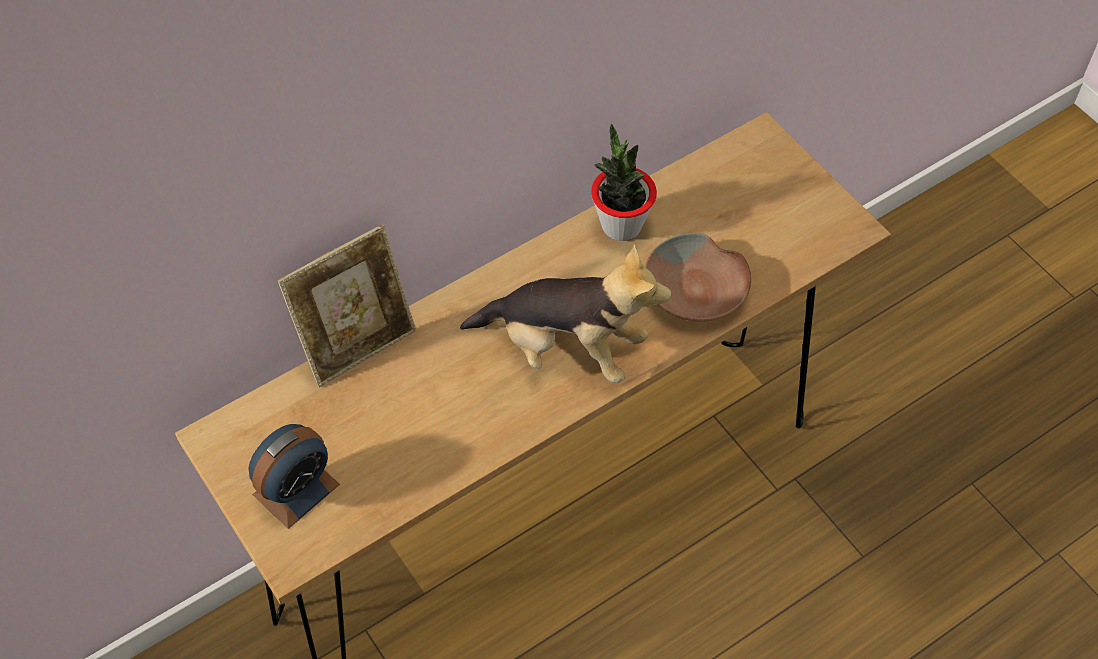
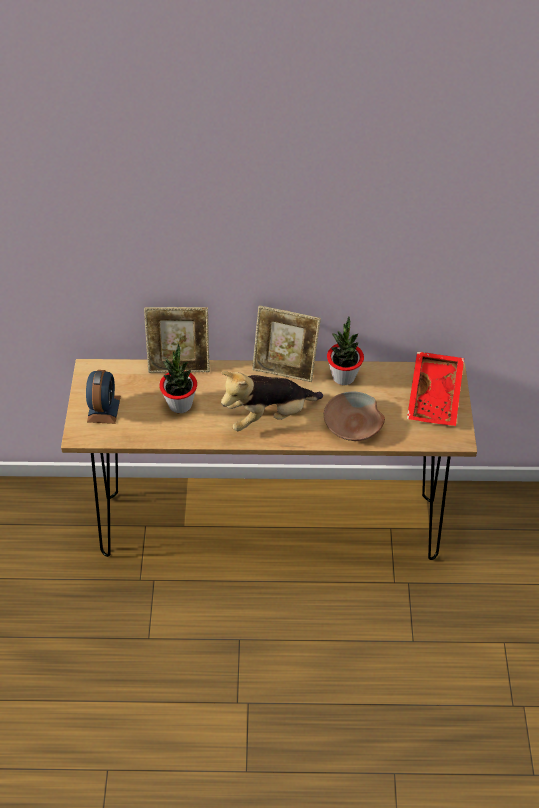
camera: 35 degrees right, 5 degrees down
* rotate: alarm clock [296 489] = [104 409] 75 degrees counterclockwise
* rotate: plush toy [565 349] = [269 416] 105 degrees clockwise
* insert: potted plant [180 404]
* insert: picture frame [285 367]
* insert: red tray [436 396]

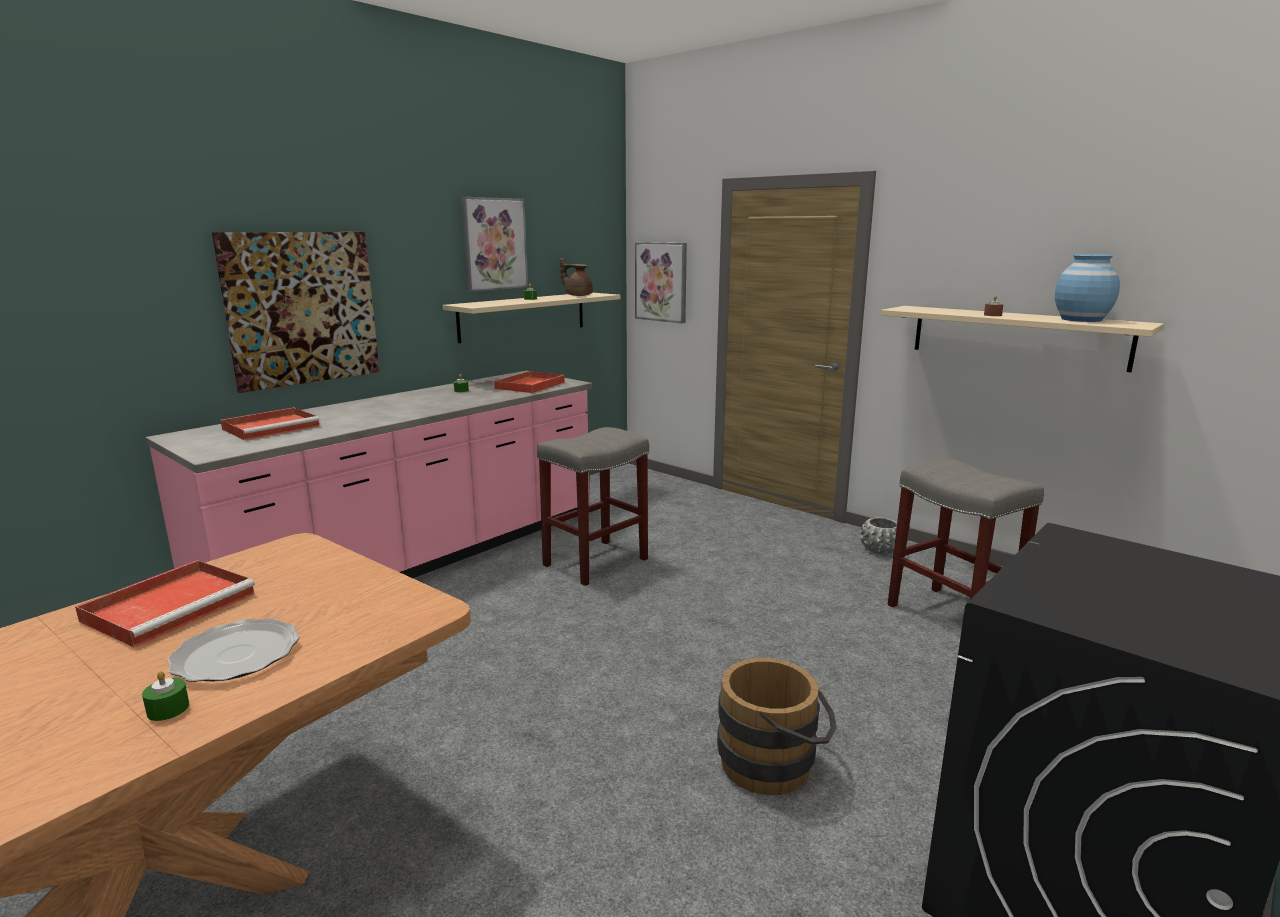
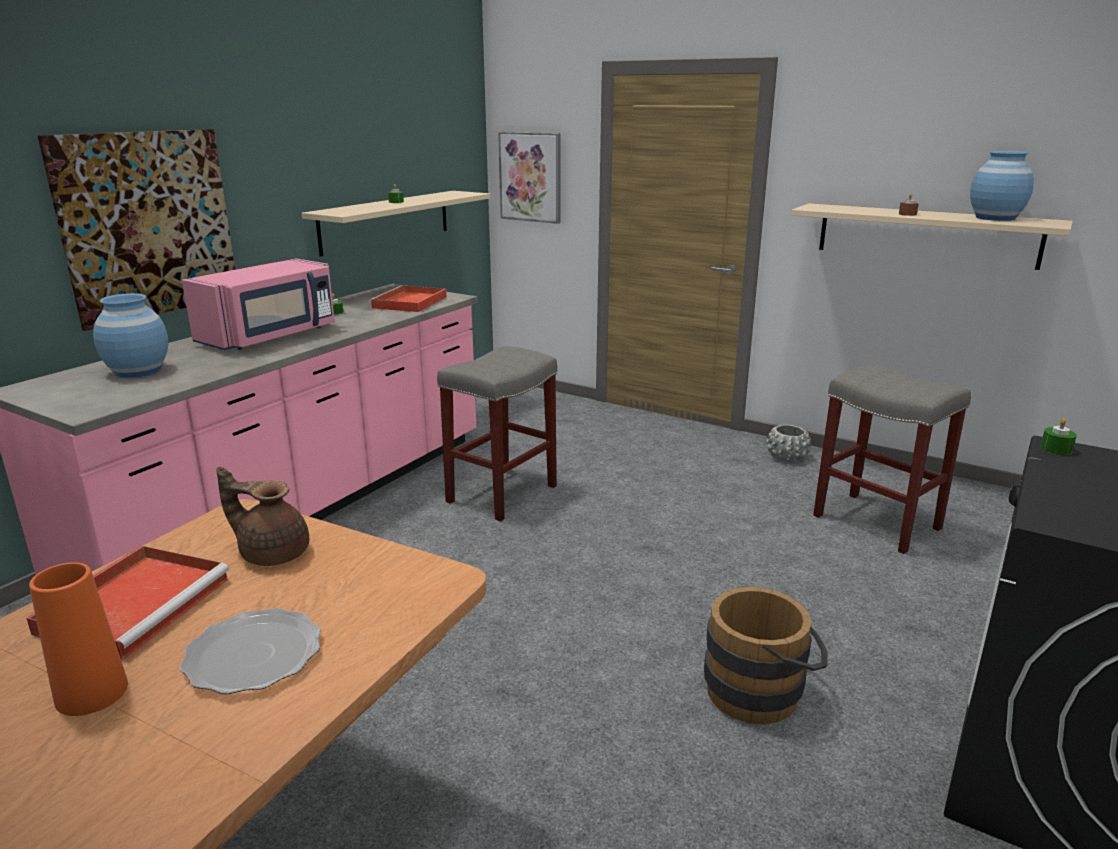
camera: 10 degrees left, 5 degrees up
* move: green candle [168 709] to [1056 449]
* replace: red tray [273 427] to blue vase [138 371]
* delete: picture [494 244]
* move: brown teapot [578 295] to [272 553]
* insert: orange vase [92 693]
* insert: pink microwave [271 336]

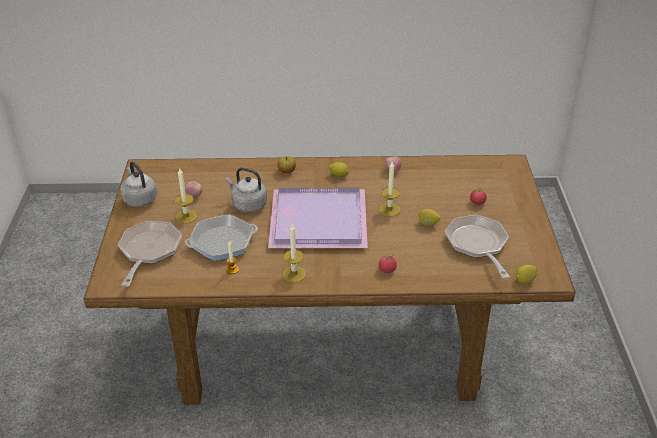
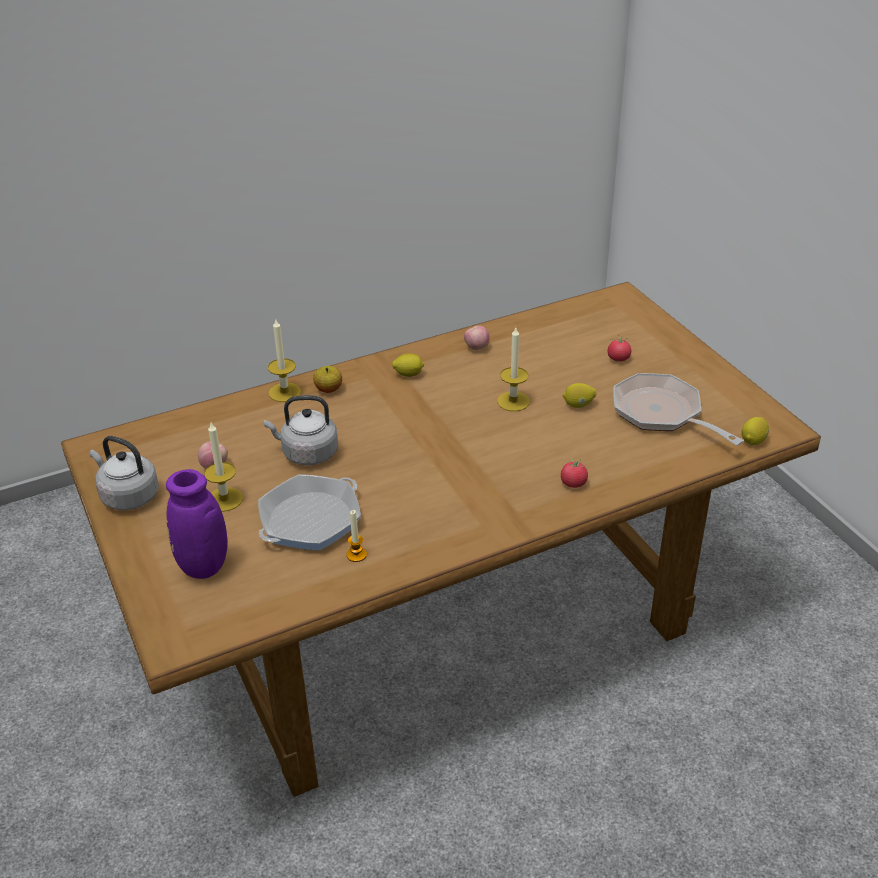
camera: 25 degrees left, 0 degrees up
* replace: frying pan [149 251] to purple vase [204 570]
* delete: purple tray [316 219]
* move: candle [294 274] to [284 392]

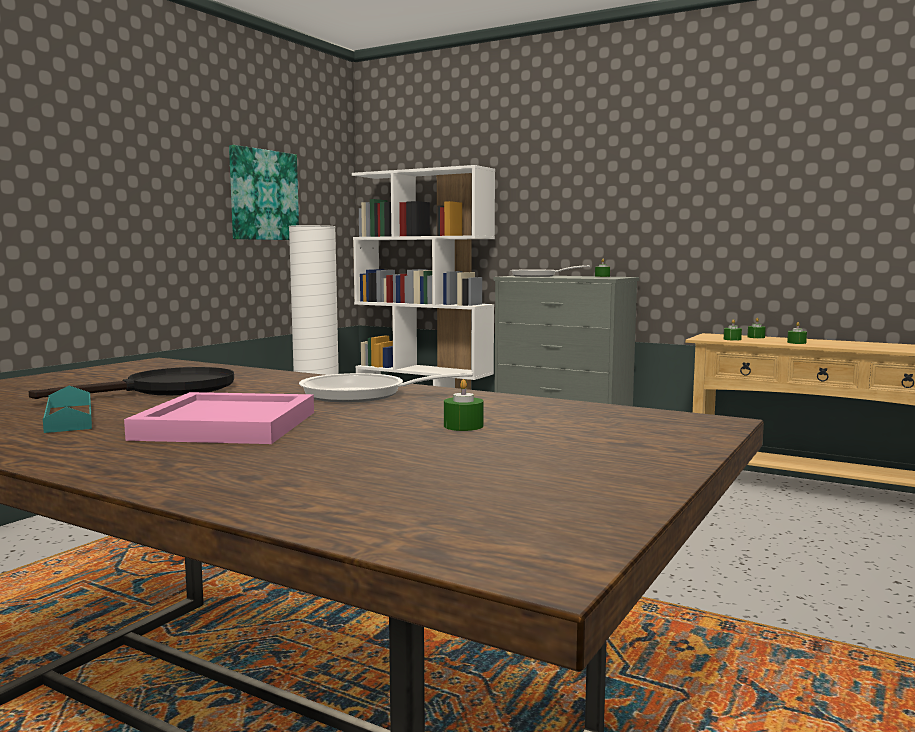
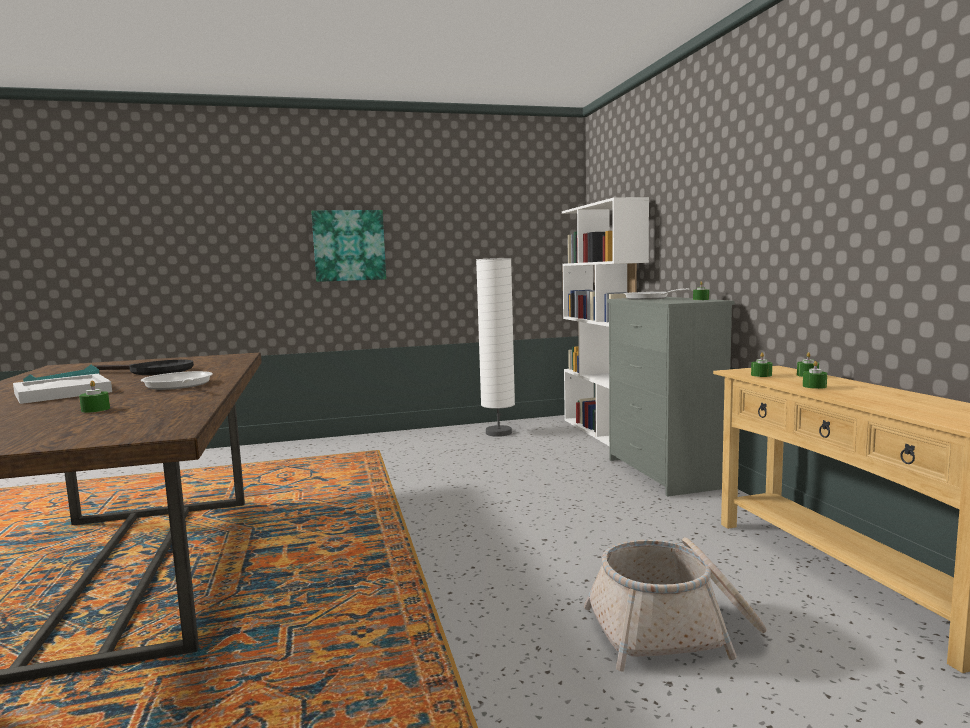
camera: 45 degrees right, 0 degrees up
* recolor: pink tray [230 425] to white tray [64 392]
* move: picture [263 195] to [349 245]
* insert: basket [674 630]

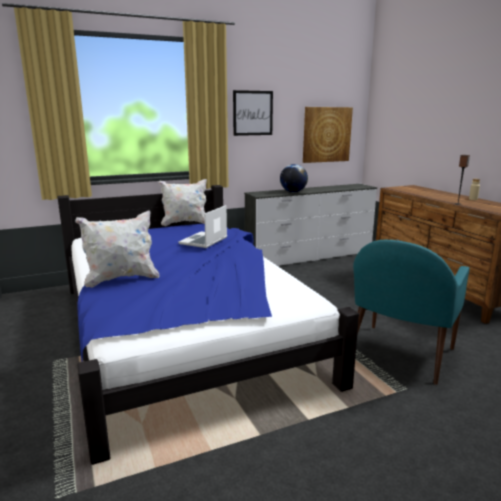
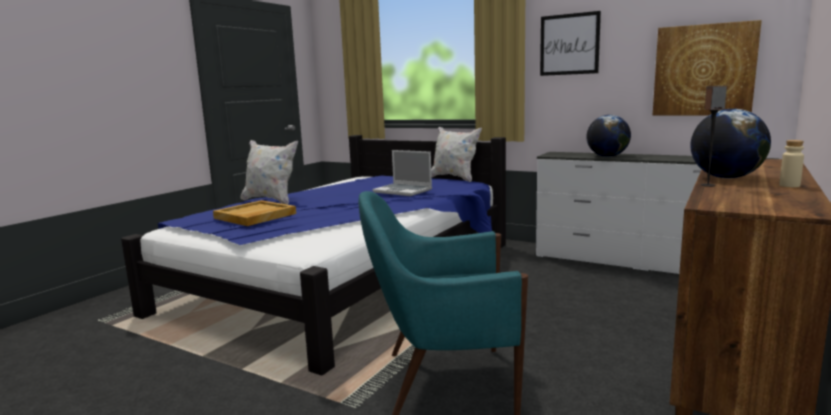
camera: 55 degrees right, 5 degrees down
* rotate: laptop [204 241] = [403 191] 135 degrees counterclockwise
* insert: beige tray [255 216]
* insert: globe [725 177]

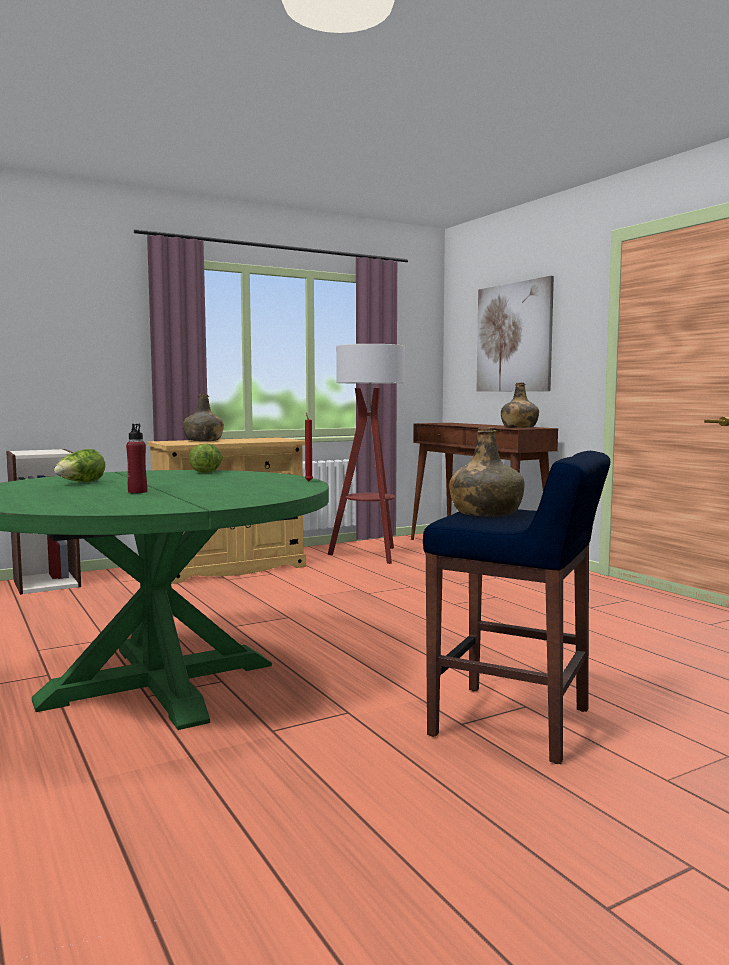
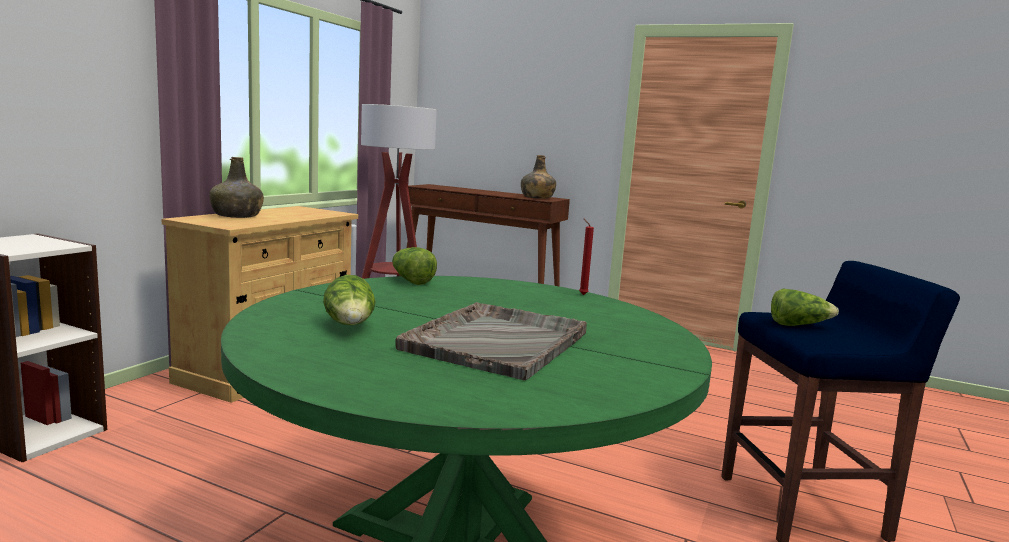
camera: 35 degrees left, 5 degrees up
* replace: red bottle [137 492] to grey tray [498 341]
* replace: green bottle [486 513] to lettuce [798 325]
* delete: picture [513 337]

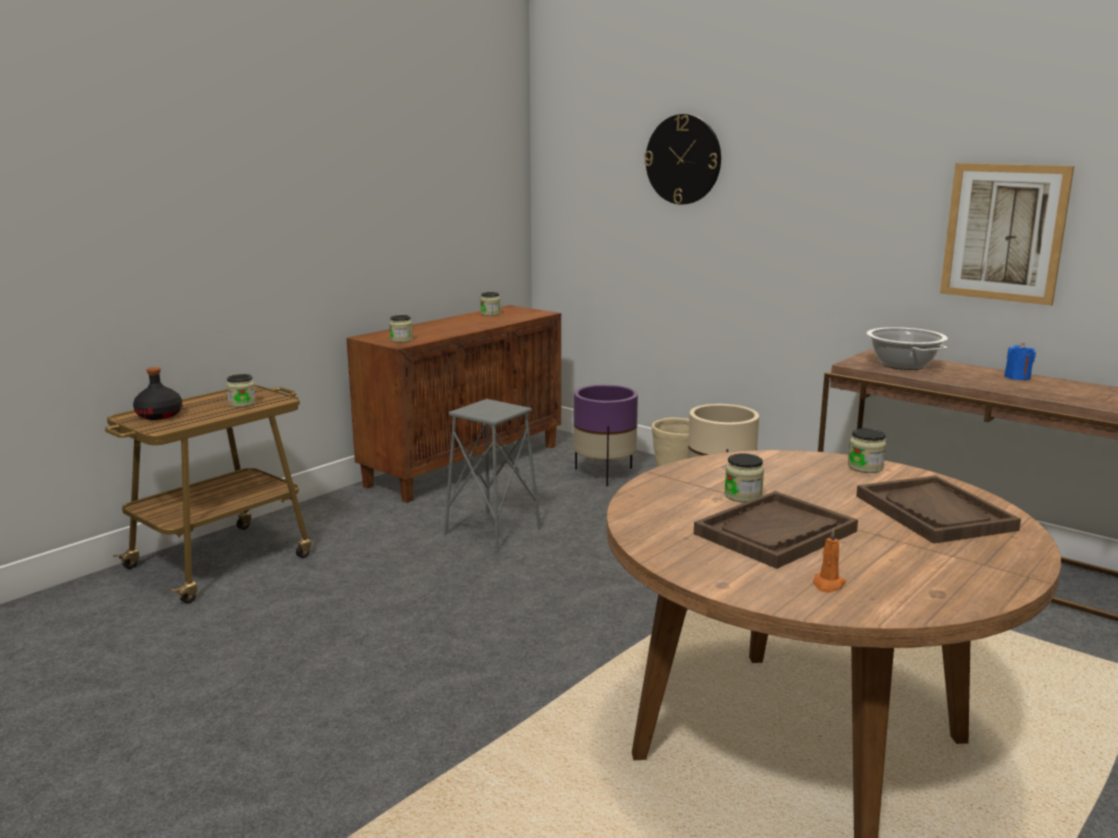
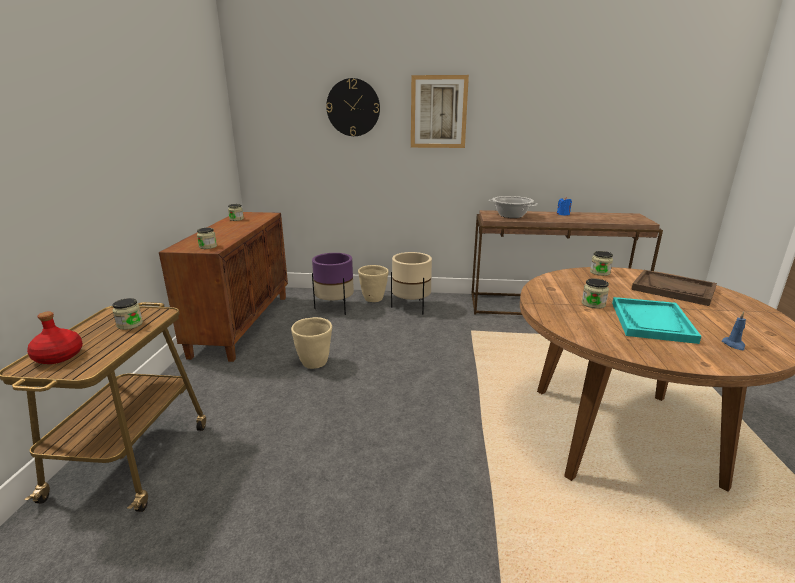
camera: 35 degrees left, 5 degrees up
* recolor: black bottle [159 415] to red bottle [59 356]
* replace: grey stool [492 531] to beige planter [314 364]
* recolor: brown tray [775 533] to turquoise tray [652 322]
* recolor: orange candle [828 584] to blue candle [734 345]
* move: picture [1004 232] to [438 112]

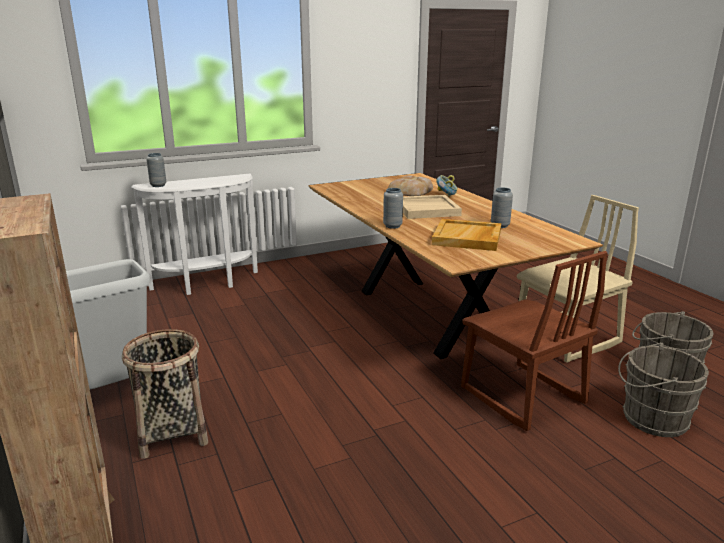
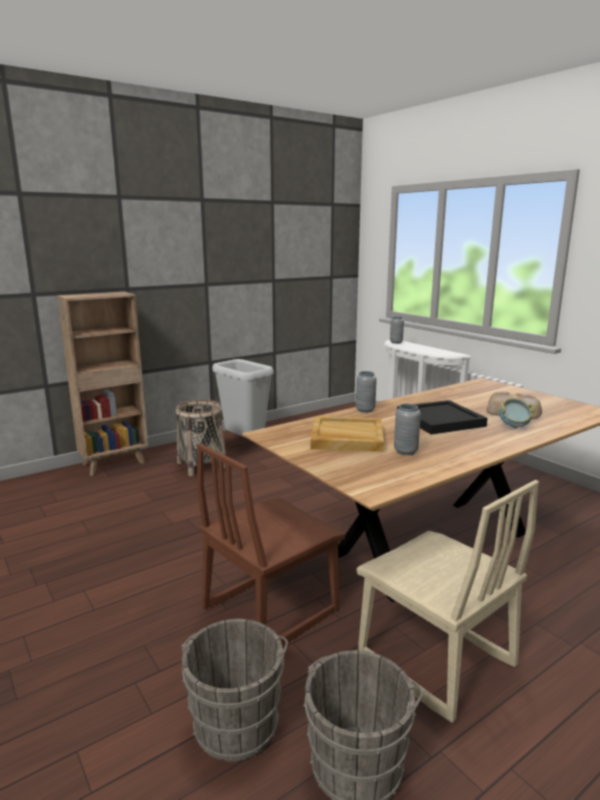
camera: 80 degrees right, 5 degrees down
* recolor: beige tray [427 209] to black tray [441 420]

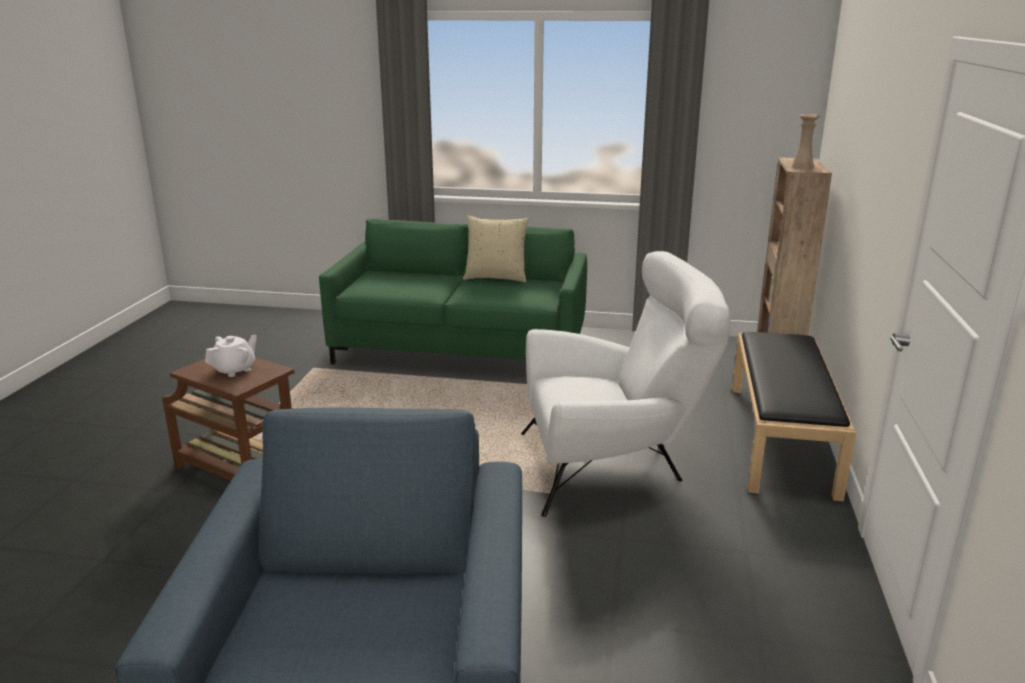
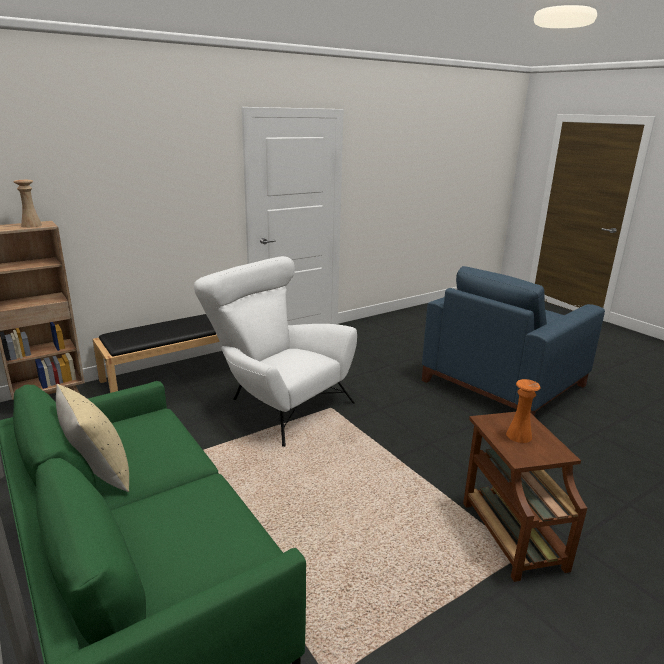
camera: 135 degrees left, 0 degrees up
* replace: white teapot [235 370] to orange vase [519 435]

